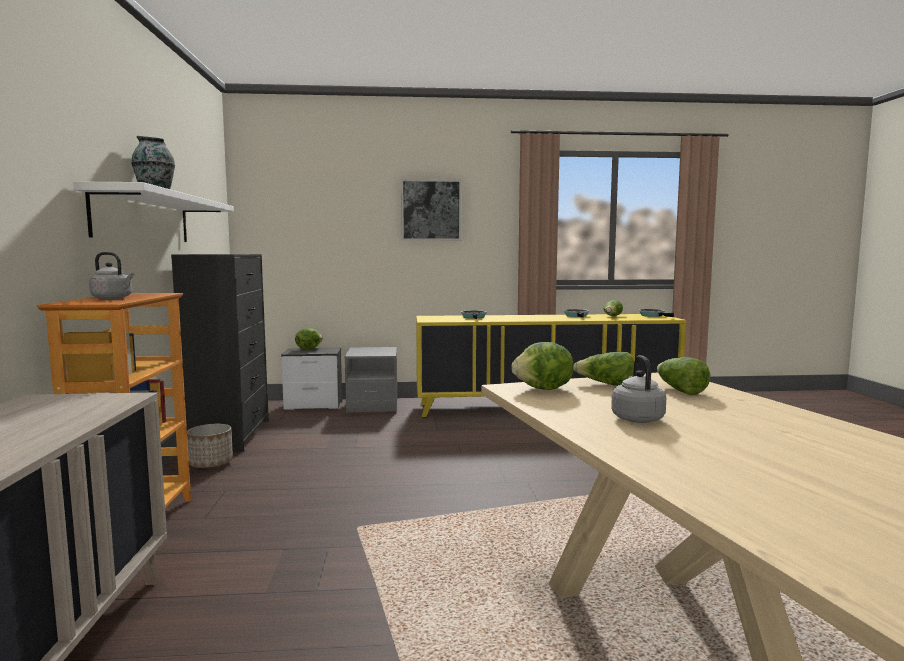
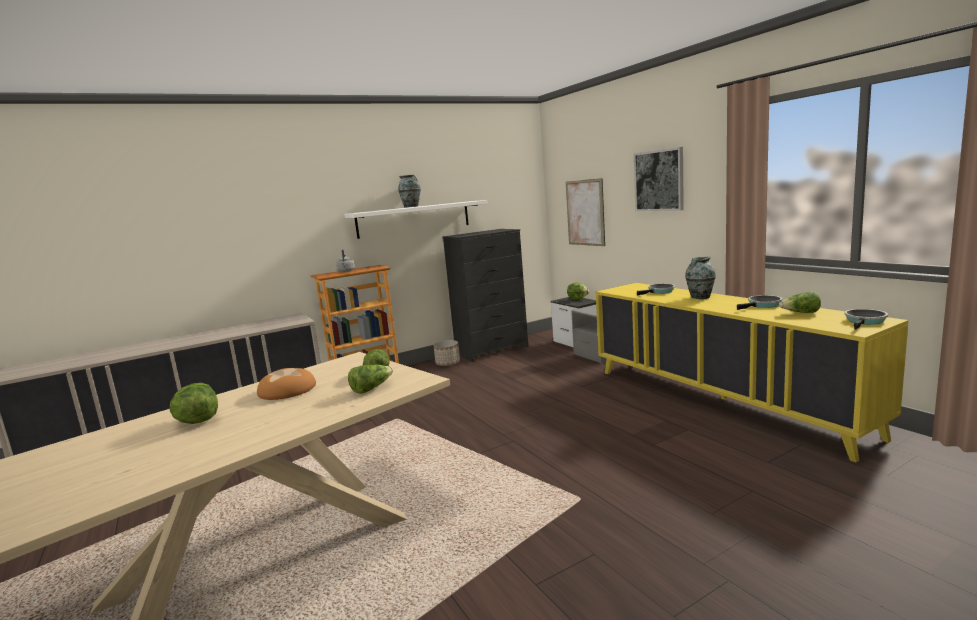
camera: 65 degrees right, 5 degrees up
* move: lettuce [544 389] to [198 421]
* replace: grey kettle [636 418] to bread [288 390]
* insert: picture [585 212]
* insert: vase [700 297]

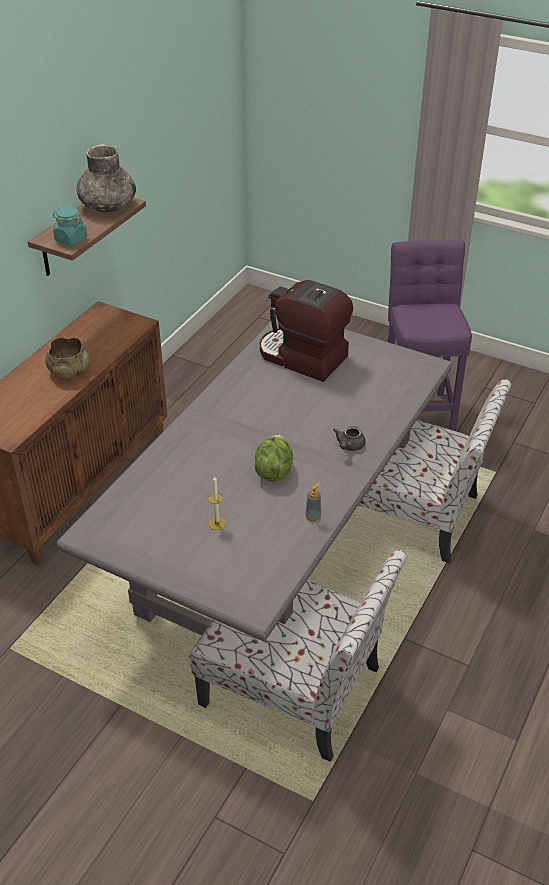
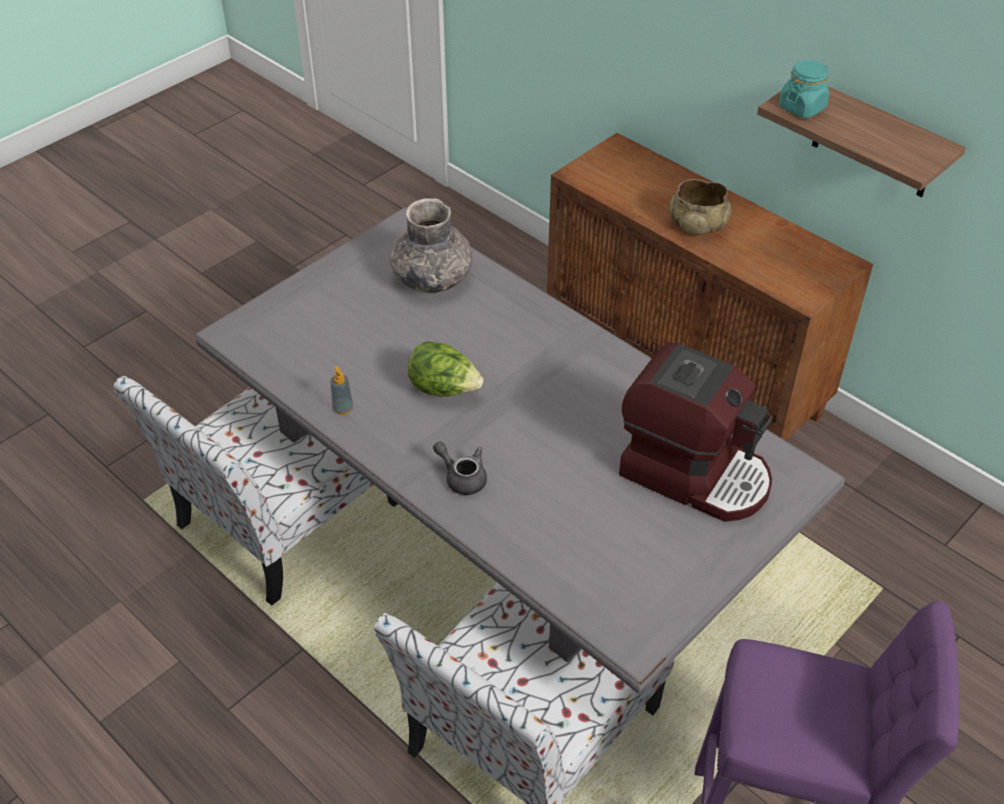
camera: 105 degrees right, 5 degrees up
* move: grey vase [108 206] to [431 277]
* delete: candle [217 523]
* rotate: coffee machine [302 357] = [695 472] 75 degrees clockwise

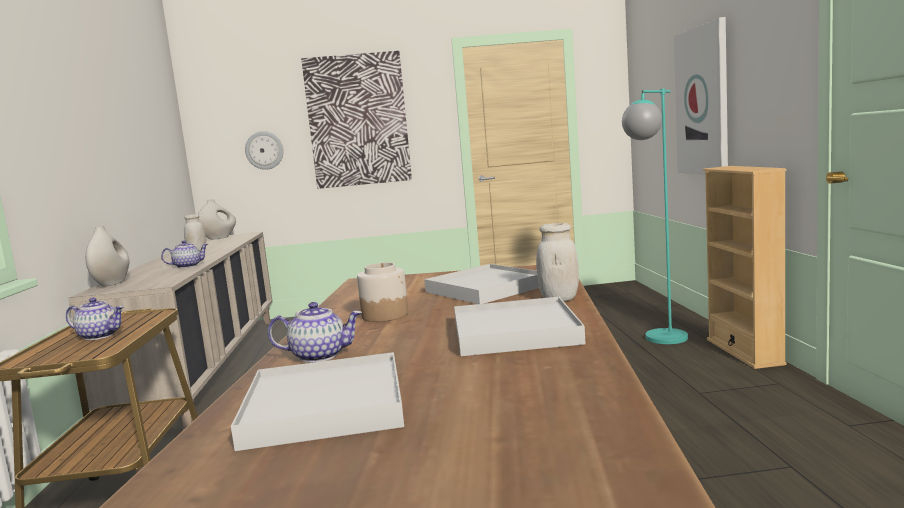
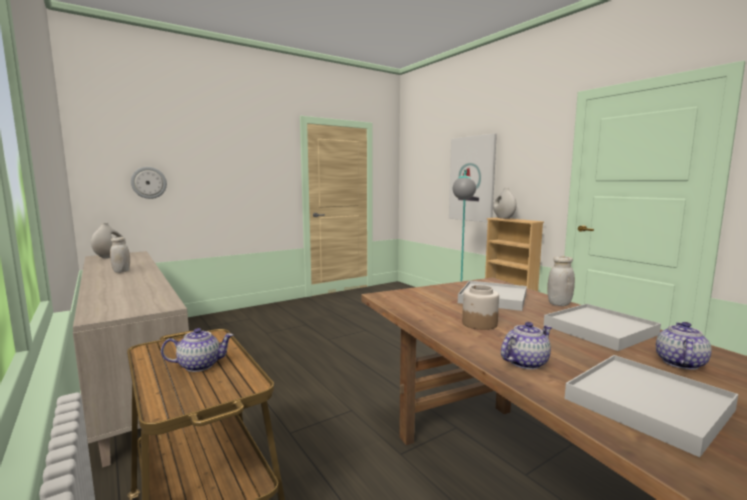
camera: 30 degrees left, 0 degrees up
* move: white vase [112 283] to [503 218]
* move: teapot [187 266] to [679 363]
* delete: picture [358 120]

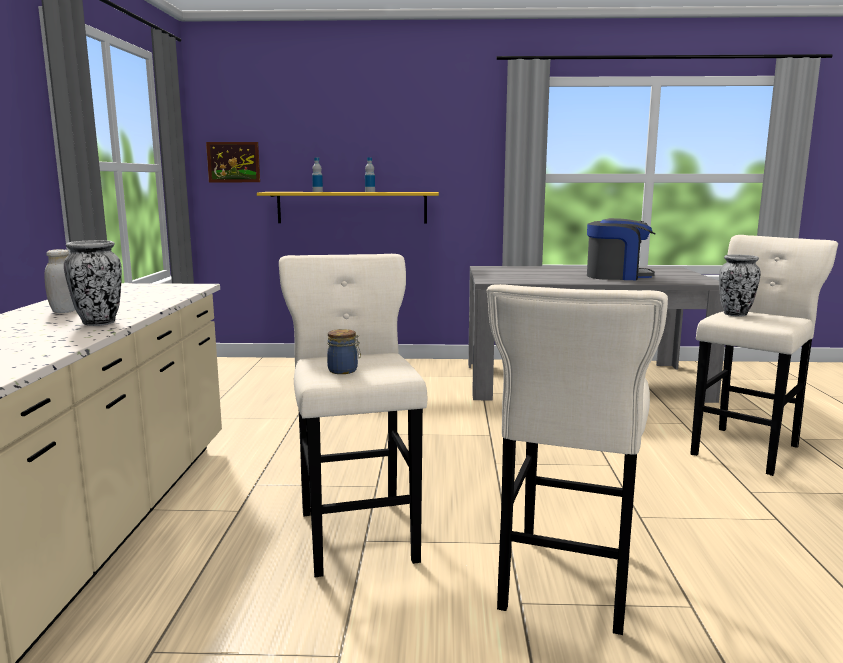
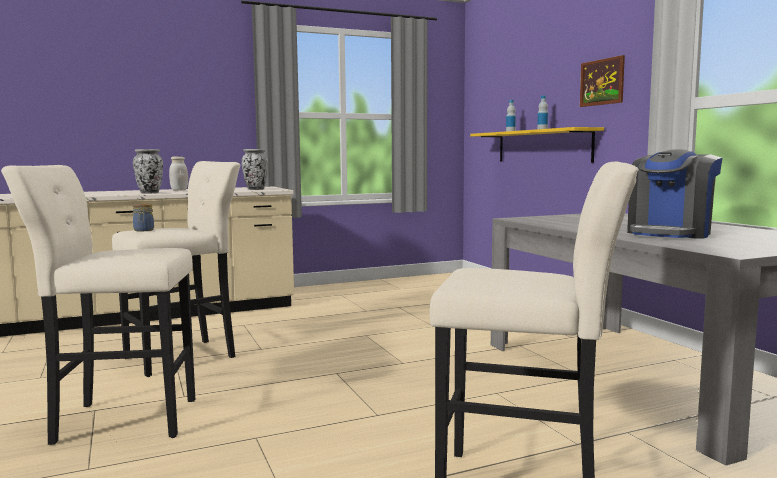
camera: 65 degrees right, 5 degrees down
* move: picture [233 162] to [602 82]
* rotate: coffee machine [617 276] = [670 233] 60 degrees clockwise
* move: vase [735 314] to [255 189]

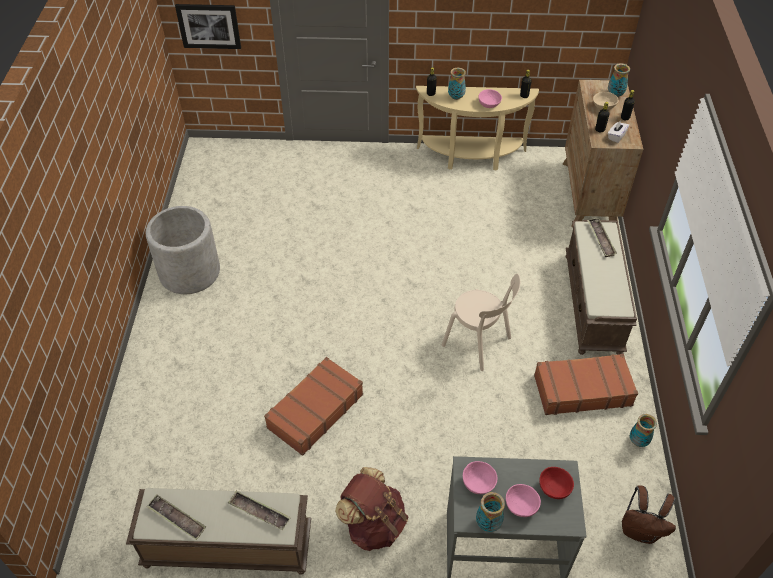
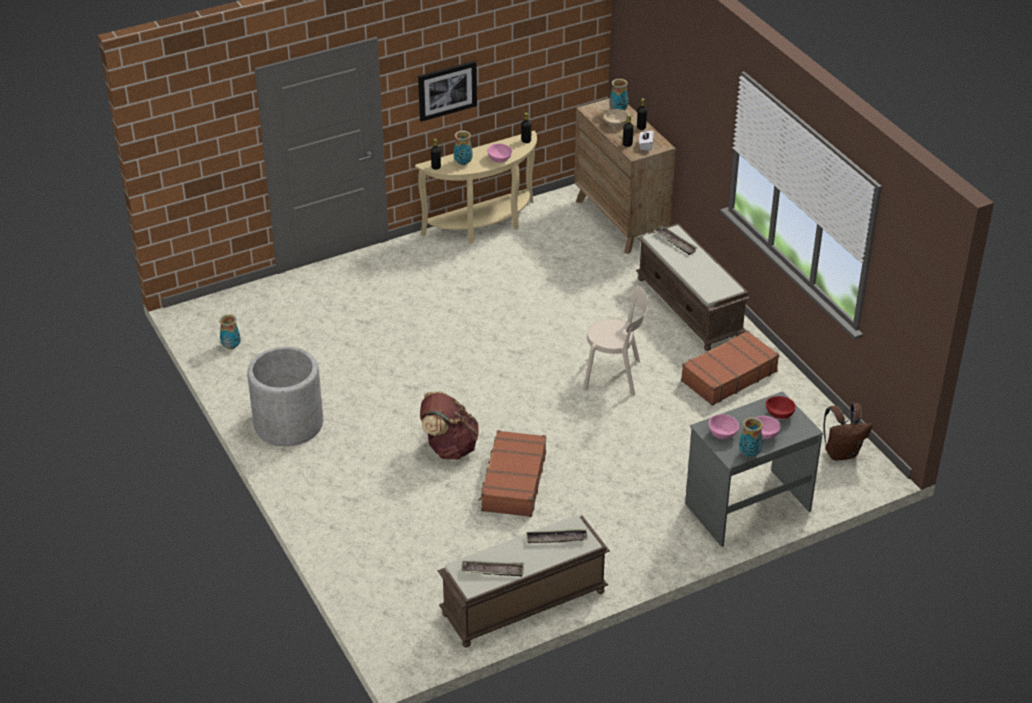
camera: 30 degrees left, 10 degrees down
* move: picture [209 26] to [447 90]
* move: brown backpack [374 524] to [449 447]
* move: vase [638 441] to [231 346]

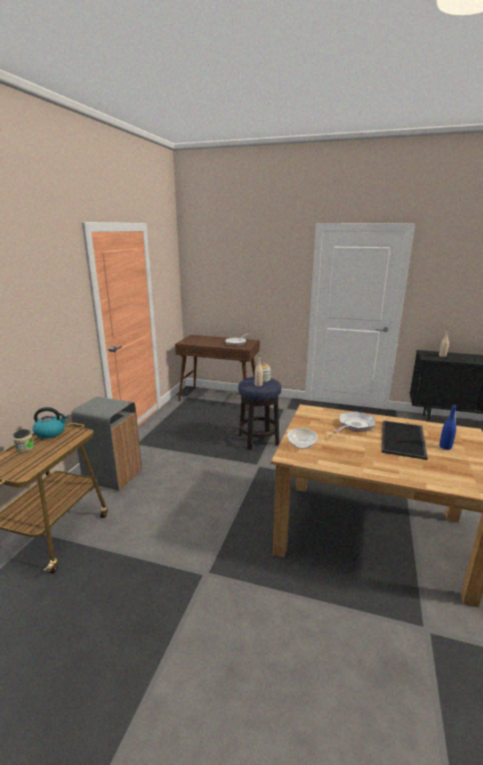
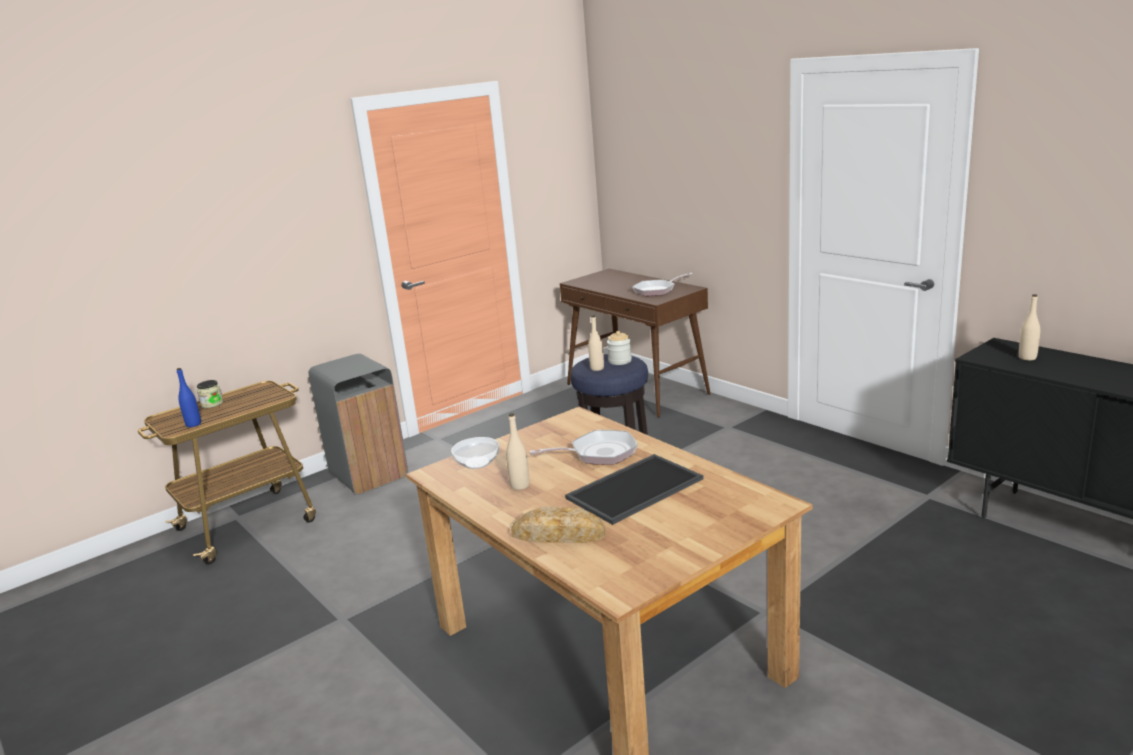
camera: 35 degrees right, 0 degrees up
* delete: kettle [51 432]
* move: blue bottle [445 447] to [193 424]
* insert: beige bottle [520 485]
* insert: bread [558 534]

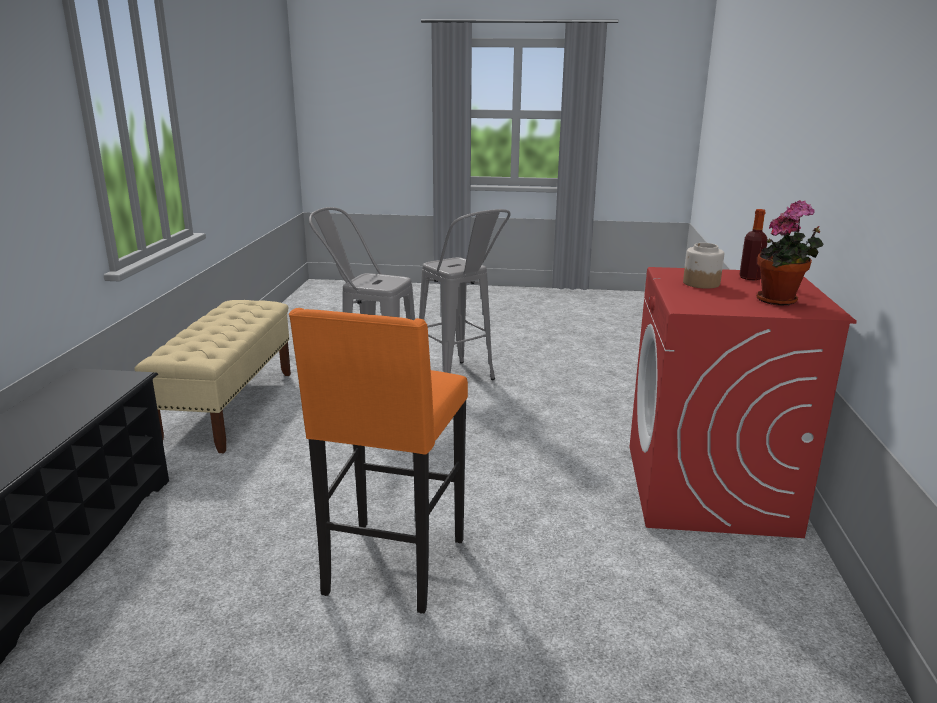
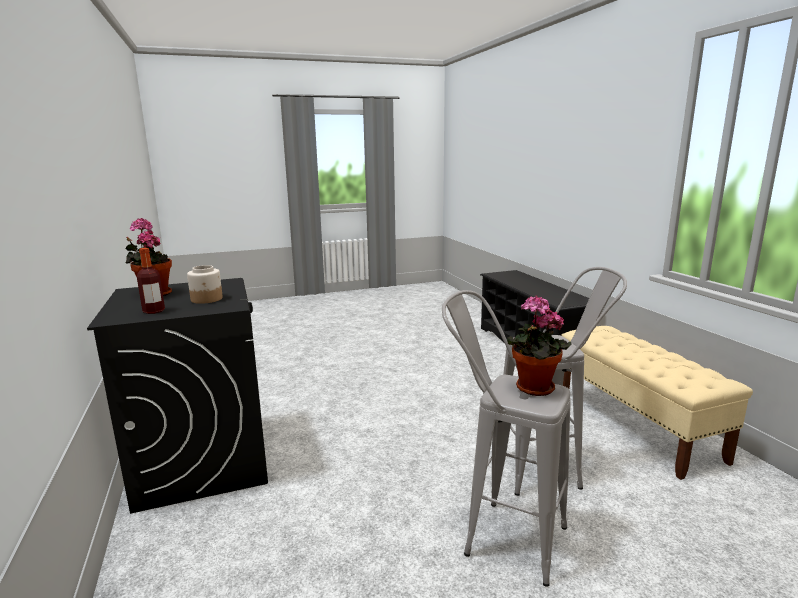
camera: 155 degrees right, 5 degrees down
* delete: orange stool [392 568]
* recolor: red washing machine [709 489] to black washing machine [202 459]
* insert: potted plant [532 389]

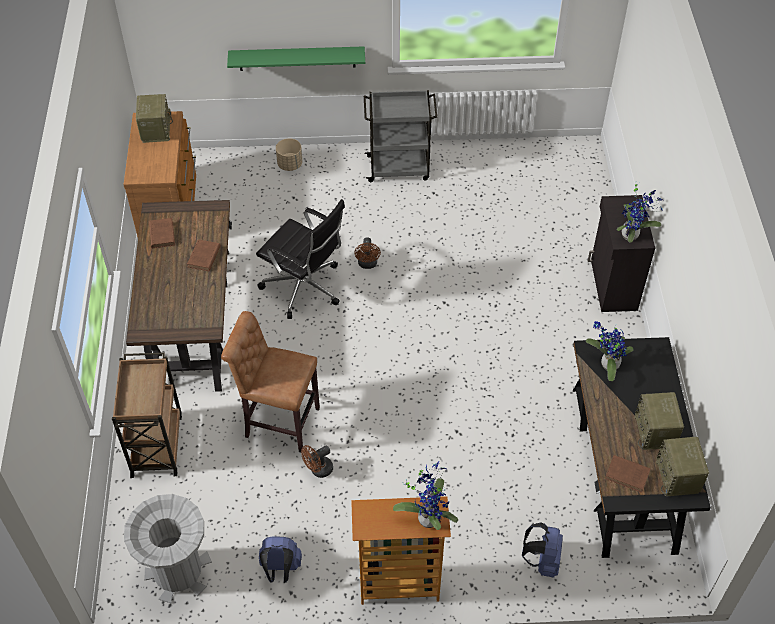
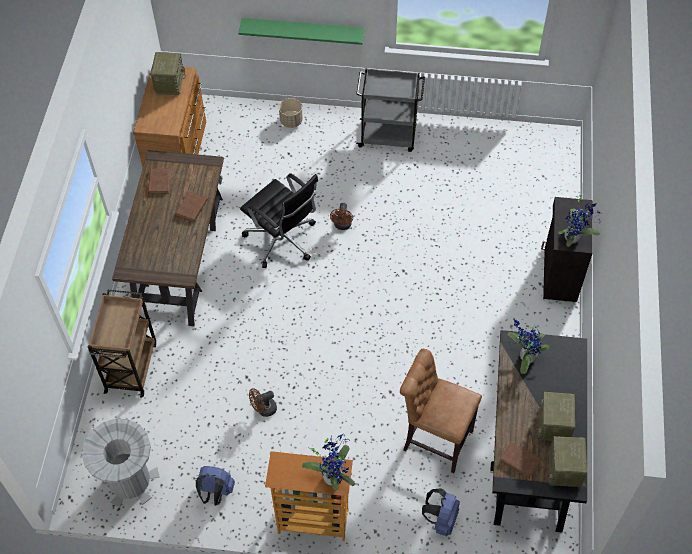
camera: 10 degrees right, 5 degrees up
* move: brown stool [278 421] to [434 439]

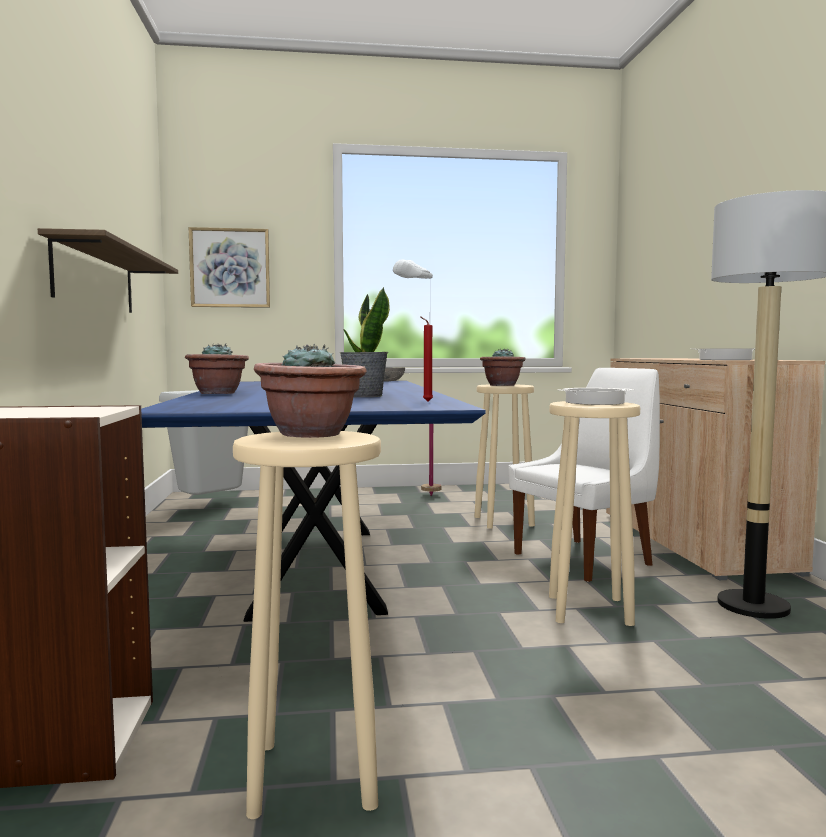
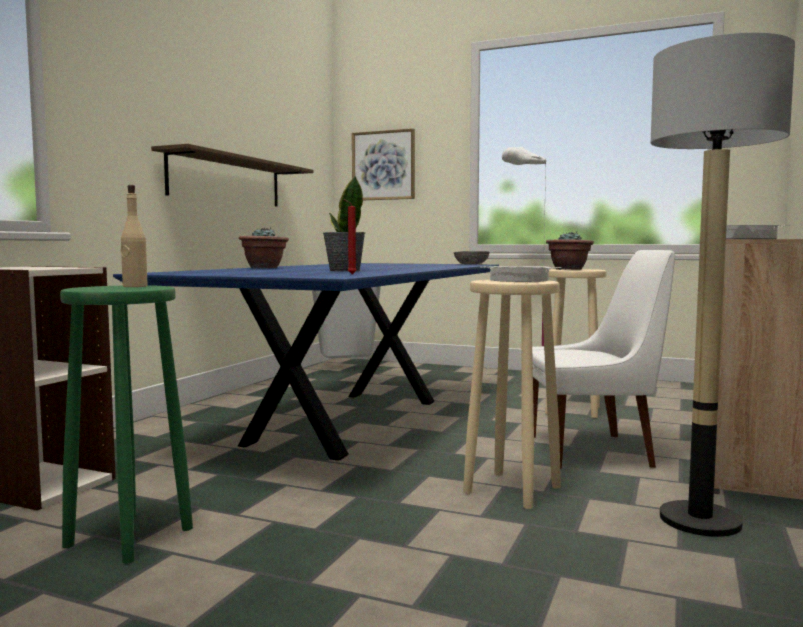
camera: 30 degrees right, 0 degrees up
* recolor: beige stool [312 774] to green stool [128 536]
* replace: potted plant [312 434] to beige bottle [134 286]

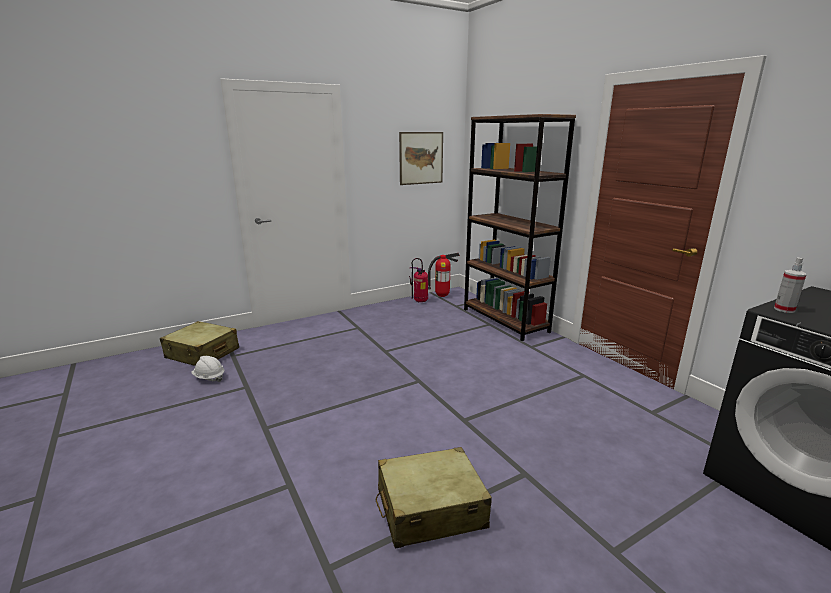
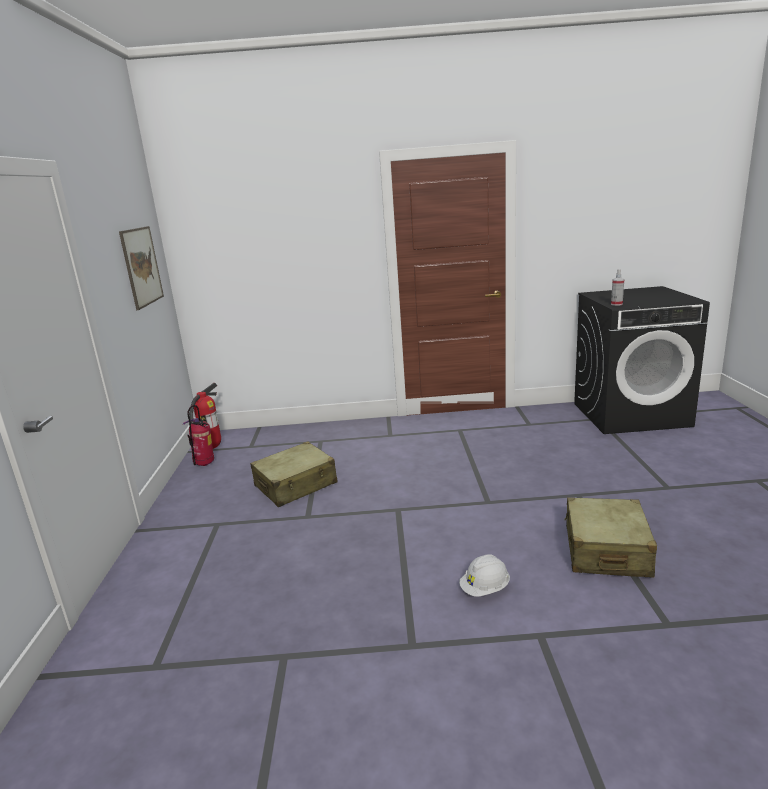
camera: 60 degrees left, 0 degrees up
* move: beige suitcase [202 354] to [296 485]
* move: white hard hat [209 378] to [485 589]
* delete: brown bookcase [505 320]

